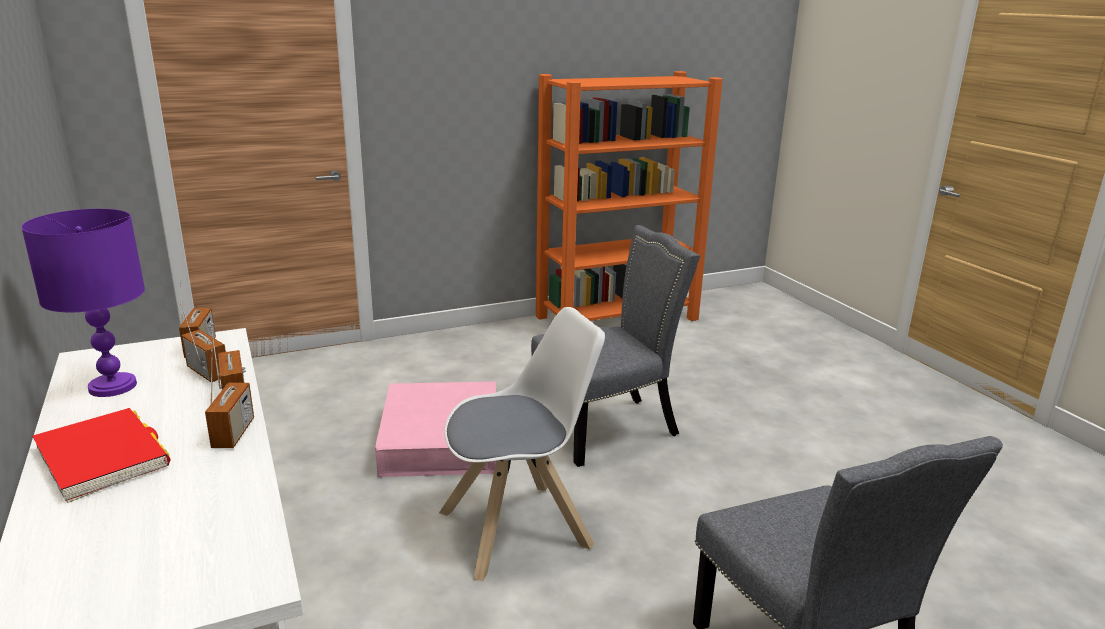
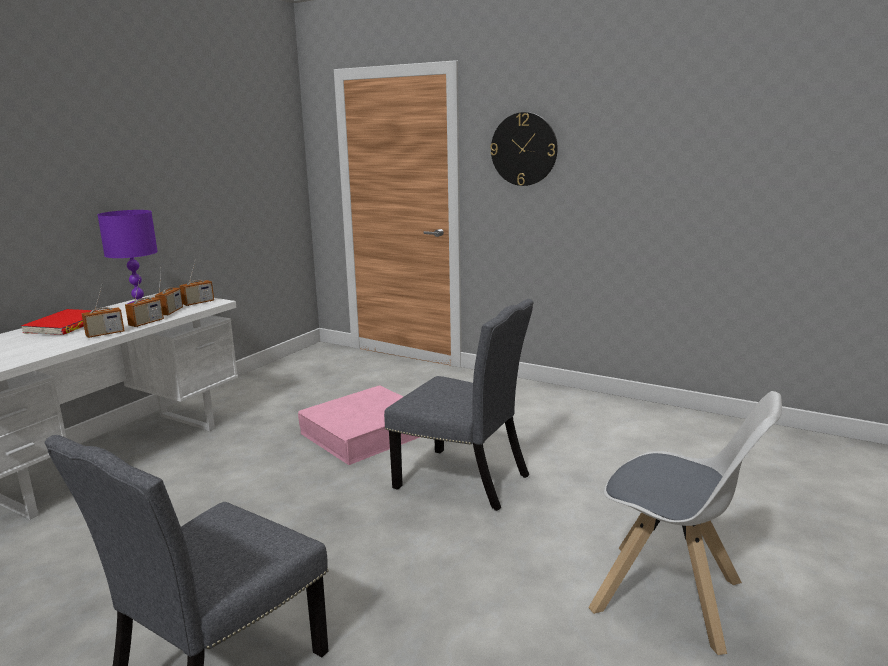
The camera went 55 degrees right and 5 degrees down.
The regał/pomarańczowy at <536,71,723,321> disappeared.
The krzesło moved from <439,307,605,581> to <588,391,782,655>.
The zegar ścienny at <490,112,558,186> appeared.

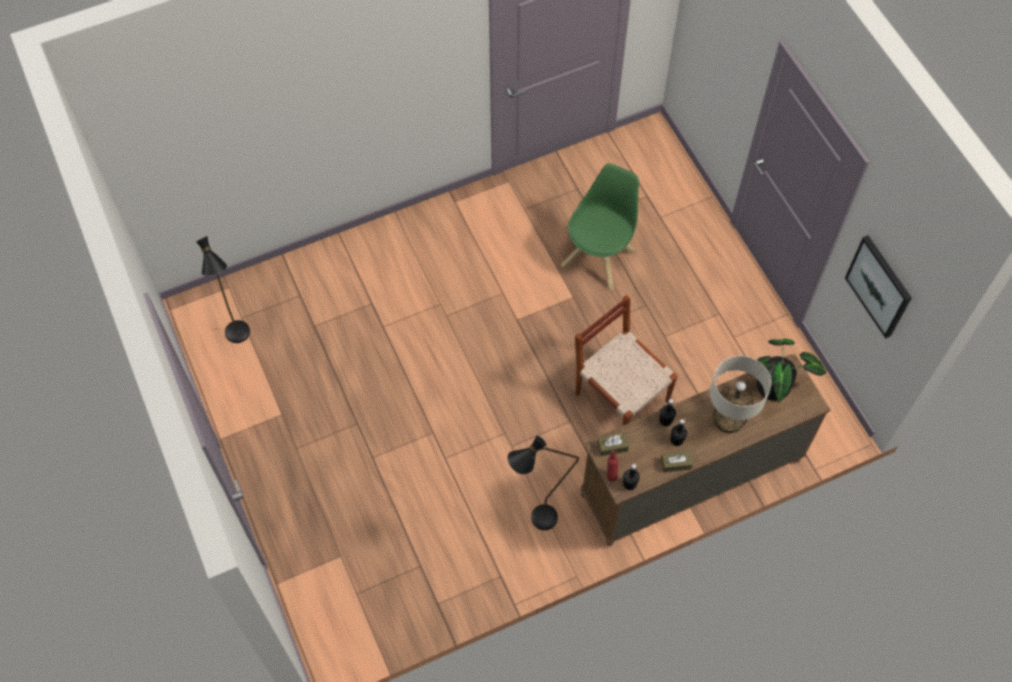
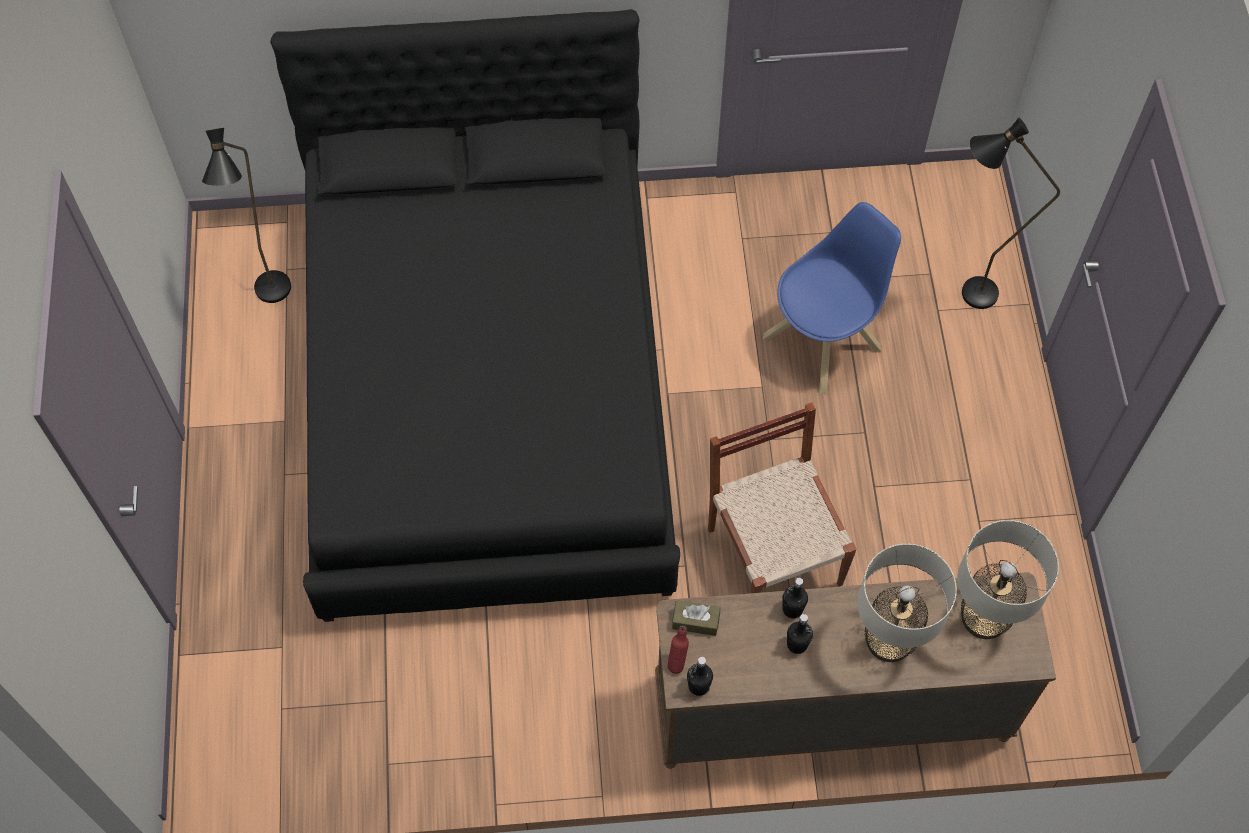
The camera went 20 degrees right and 0 degrees up.
The krzesło/zielony at <561,164,639,290> became the krzesło/niebieski at <763,202,901,394>.
The obraz at <845,235,912,339> disappeared.
The roślina doniczkowa at <757,339,826,403> was replaced by the lampa stołowa at <958,520,1059,639>.
The lampa stojąca/czarny moved from <507,436,579,530> to <962,117,1060,309>.
The pudełko chusteczek/brązowy at <661,451,693,472> disappeared.
The łóżko/czarny at <270,9,680,622> appeared.

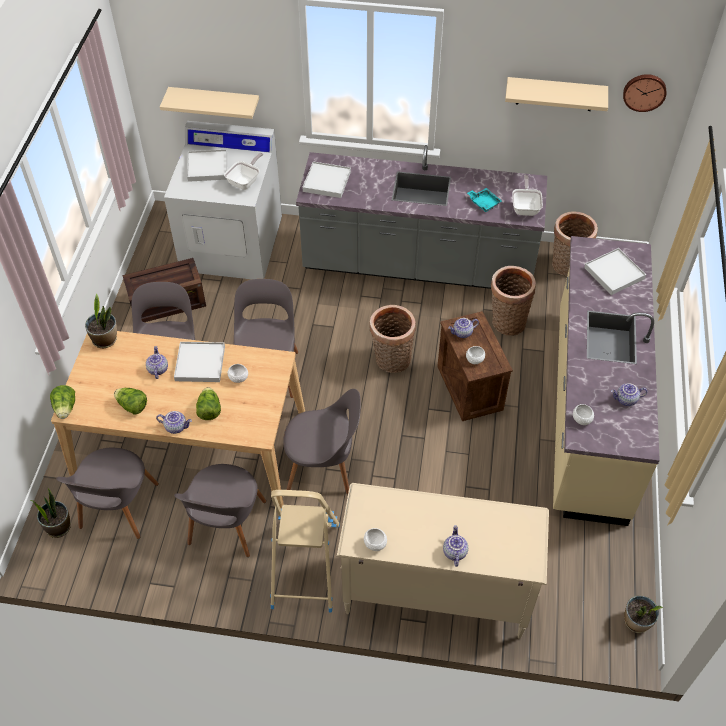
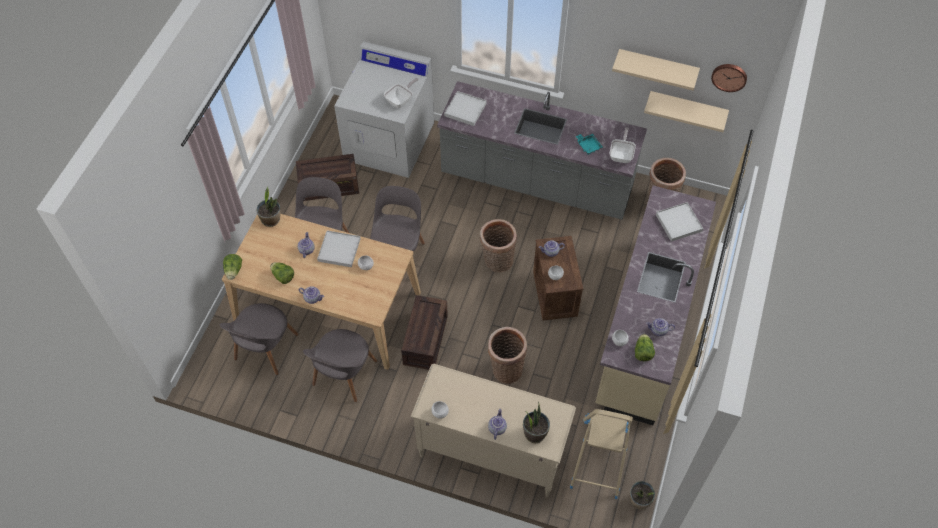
The camera went 10 degrees right and 5 degrees up.
The półka/beżowy moved from <160,87,259,119> to <644,91,729,132>.
The taca/biały at <187,149,227,182> disappeared.
The koszyk moved from <491,266,536,336> to <488,327,527,384>.
The sałata moved from <196,387,221,420> to <635,334,655,361>.
The krzesło/szary at <283,389,361,494> was replaced by the skrzynka at <401,295,448,370>.
The roślina doniczkowa moved from <31,488,71,538> to <523,401,550,443>.
The drabinka/beżowy moved from <270,490,340,613> to <570,409,633,499>.

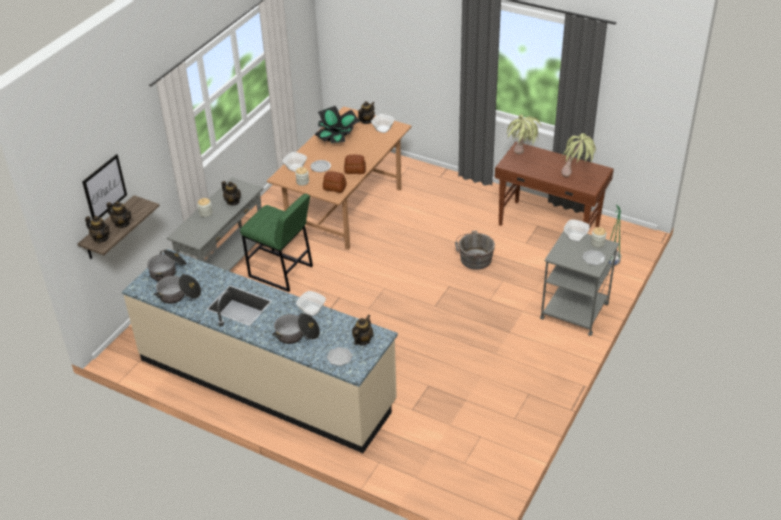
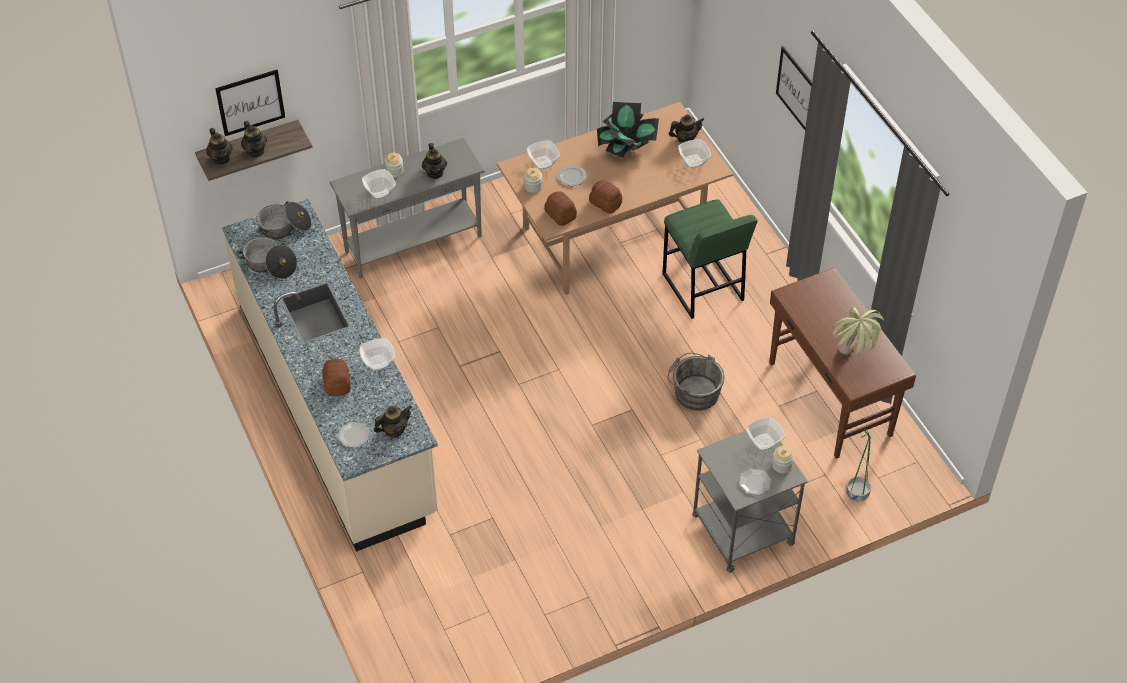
The camera went 35 degrees right and 10 degrees up.
The roślina doniczkowa at <506,114,541,154> disappeared.
The krzesło/zielony moved from <240,194,313,292> to <662,200,757,319>.
The garnek at <272,313,320,344> was replaced by the chleb at <322,359,351,396>.
The obraz at <776,46,812,130> appeared.
The miska at <362,169,396,199> appeared.

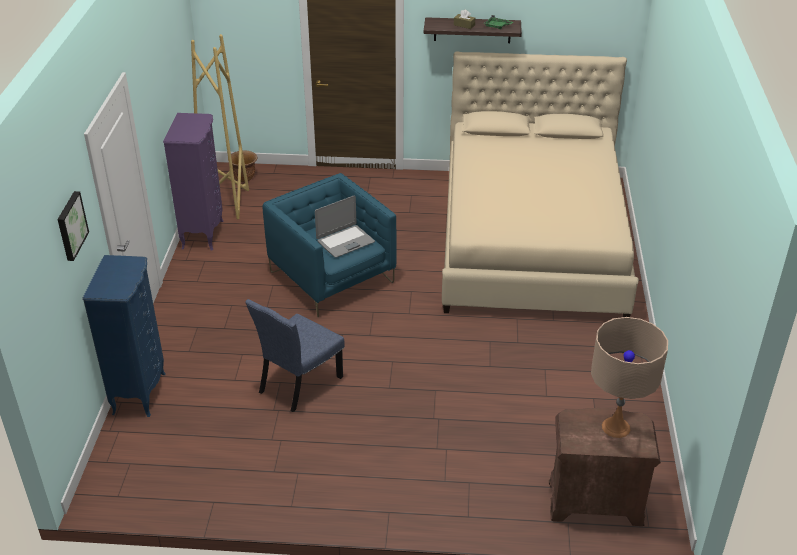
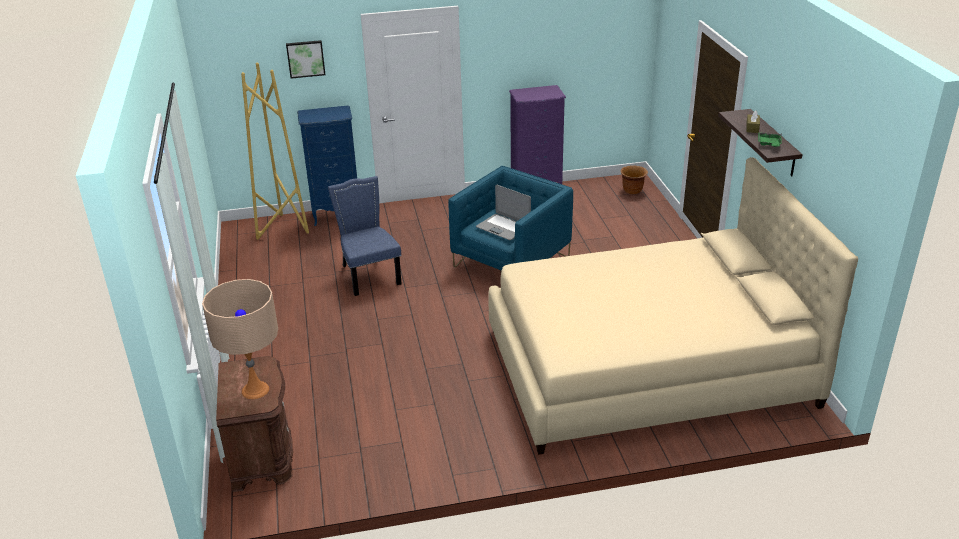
The camera went 75 degrees right and 5 degrees down.
The wieszak/żółty moved from <191,34,249,220> to <241,62,309,240>.
The krzesło/niebieski at <245,299,345,412> turned 45 degrees clockwise.

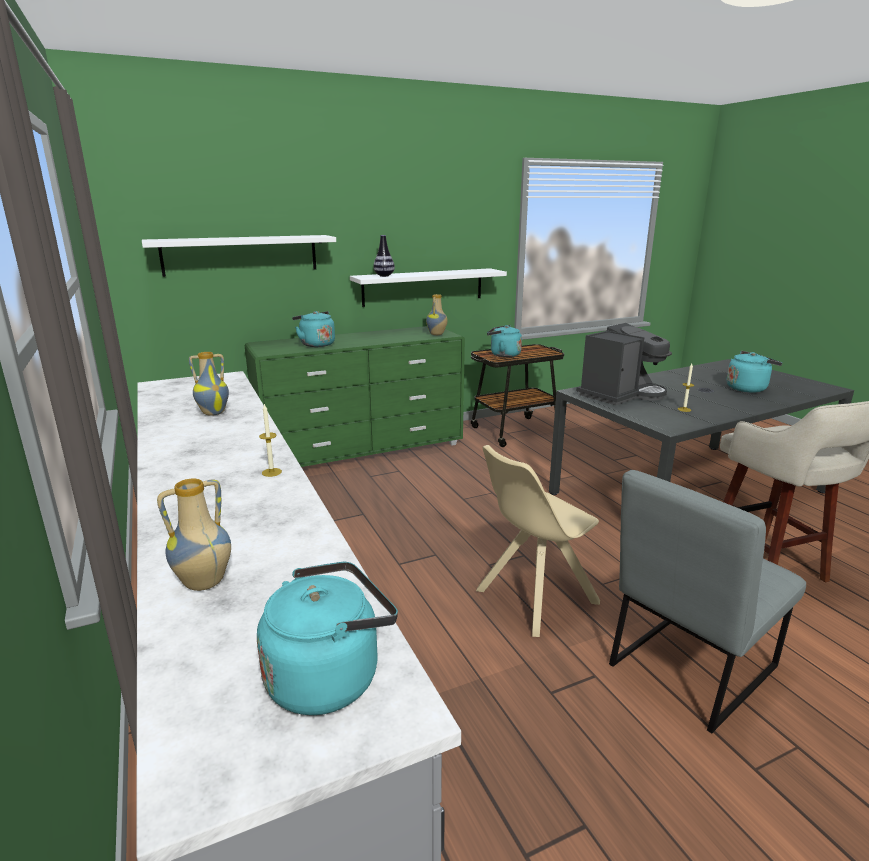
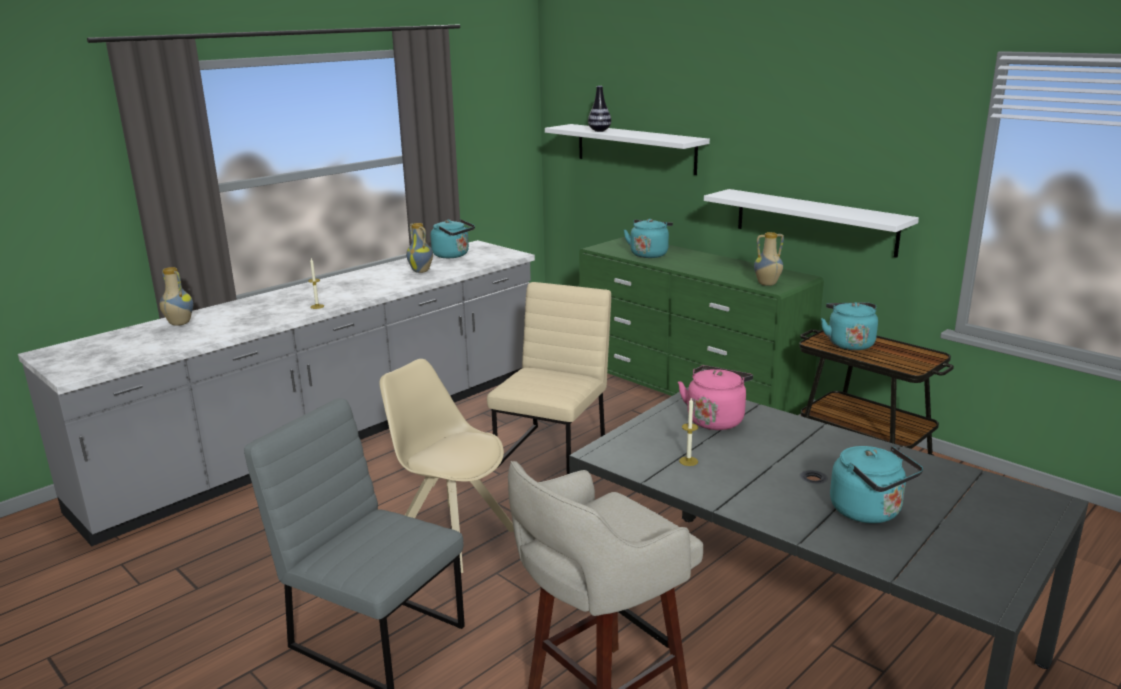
The camera went 70 degrees right and 0 degrees up.
The wazon moved from <373,235,395,277> to <588,86,611,132>.
The ekspres do kawy at <576,323,672,405> was replaced by the czajnik/różowy at <678,365,753,430>.
The czajnik/turkusowy moved from <257,561,398,715> to <431,219,475,258>.
The krzesło/beżowy at <487,282,611,474> appeared.

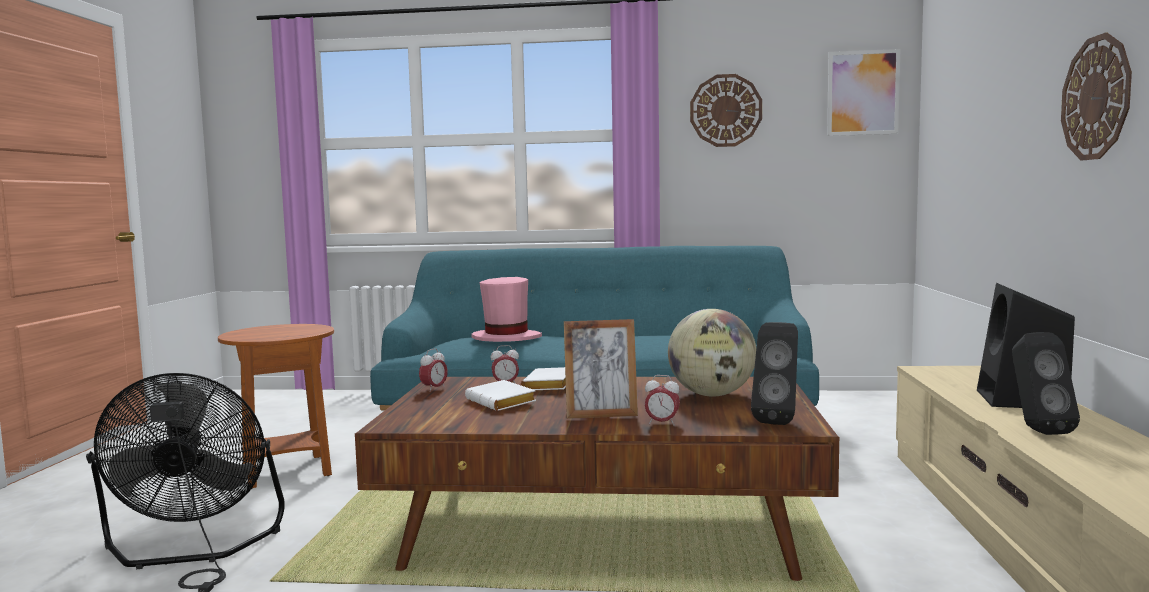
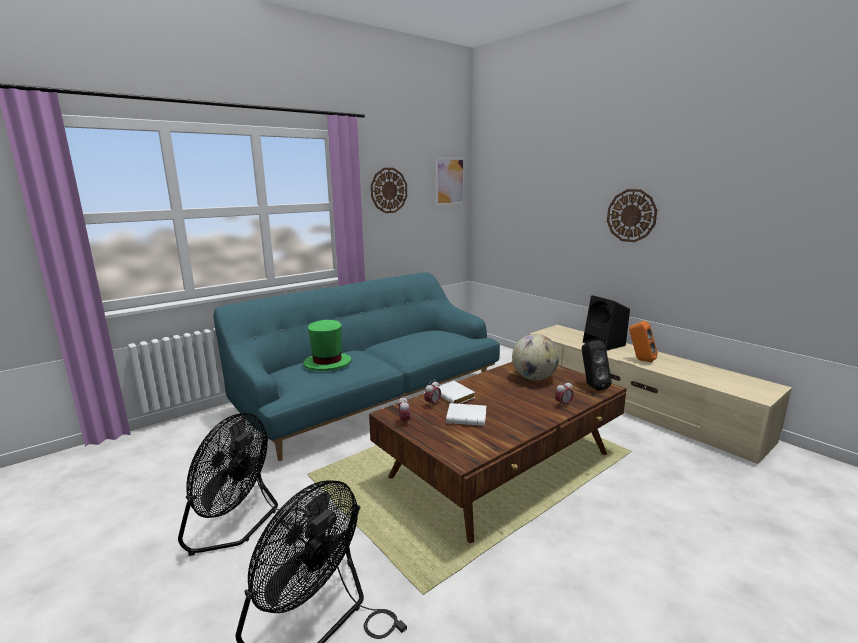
The camera went 45 degrees left and 10 degrees up.
The kapelusz/różowy at <472,277,542,342> became the kapelusz/zielony at <303,320,351,371>.
The ramka na zdjęcie at <564,319,638,419> disappeared.
The stolik/brązowy at <218,324,334,489> was replaced by the wentylator/czarny at <178,413,309,556>.
The głośnik/czarny at <1012,332,1080,435> became the głośnik/pomarańczowy at <629,321,658,362>.

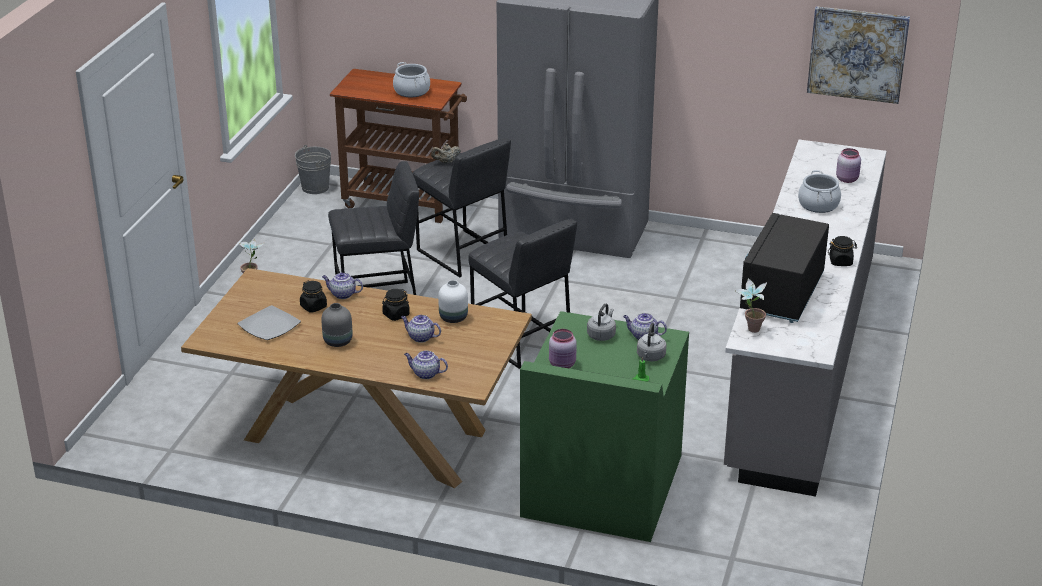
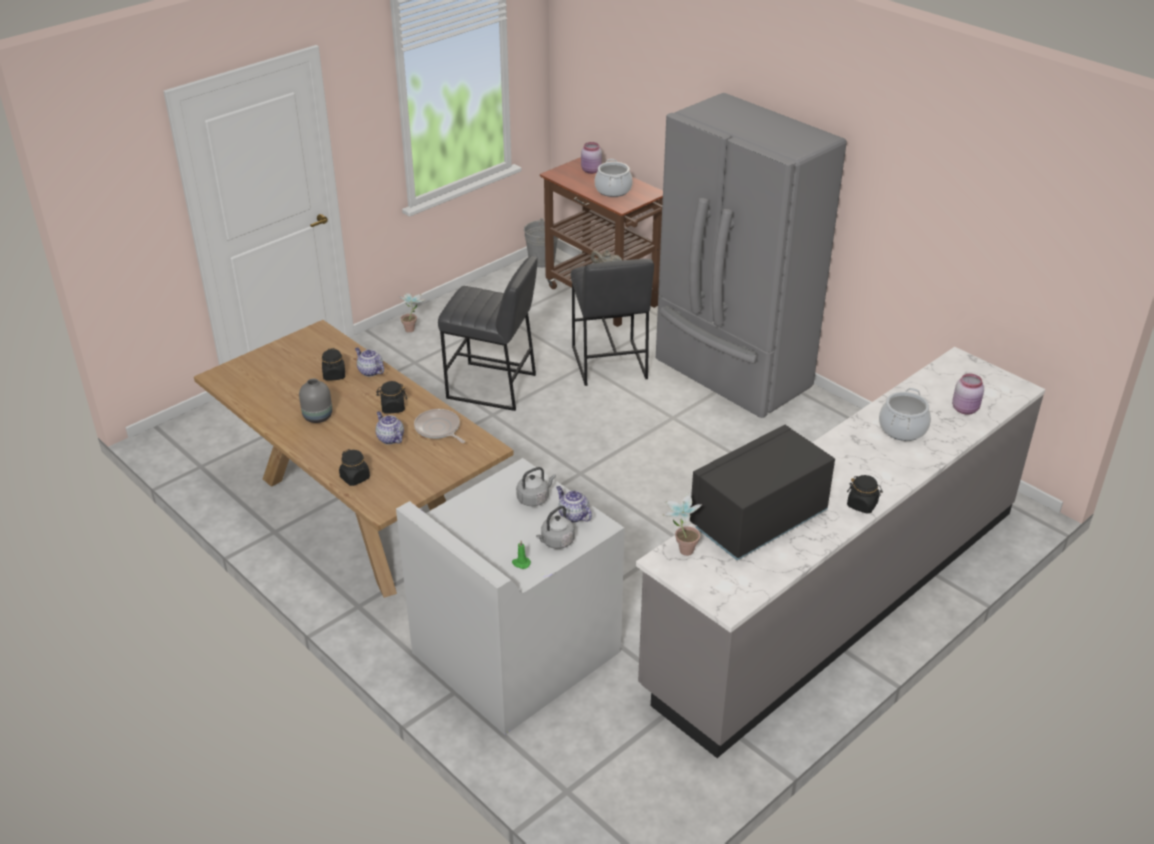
The camera went 30 degrees right and 5 degrees up.
The obraz at <807,6,910,104> disappeared.
The stołek/szary at <468,219,577,369> disappeared.
The wazon/biały at <438,280,468,323> was replaced by the patelnia at <414,409,465,443>.
The talerz at <238,305,301,340> disappeared.
The pralka/zielony at <520,311,689,542> became the pralka/biały at <396,458,625,735>.
The słoik/różowy moved from <549,329,577,368> to <581,142,602,174>.
The imbryk at <404,351,448,379> was replaced by the słoik/czarny at <339,449,370,486>.

